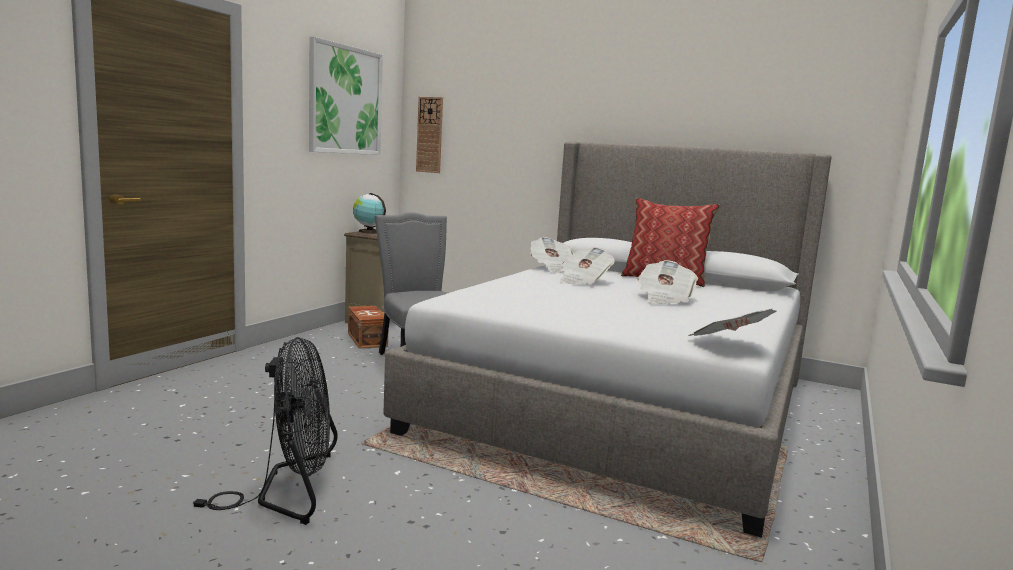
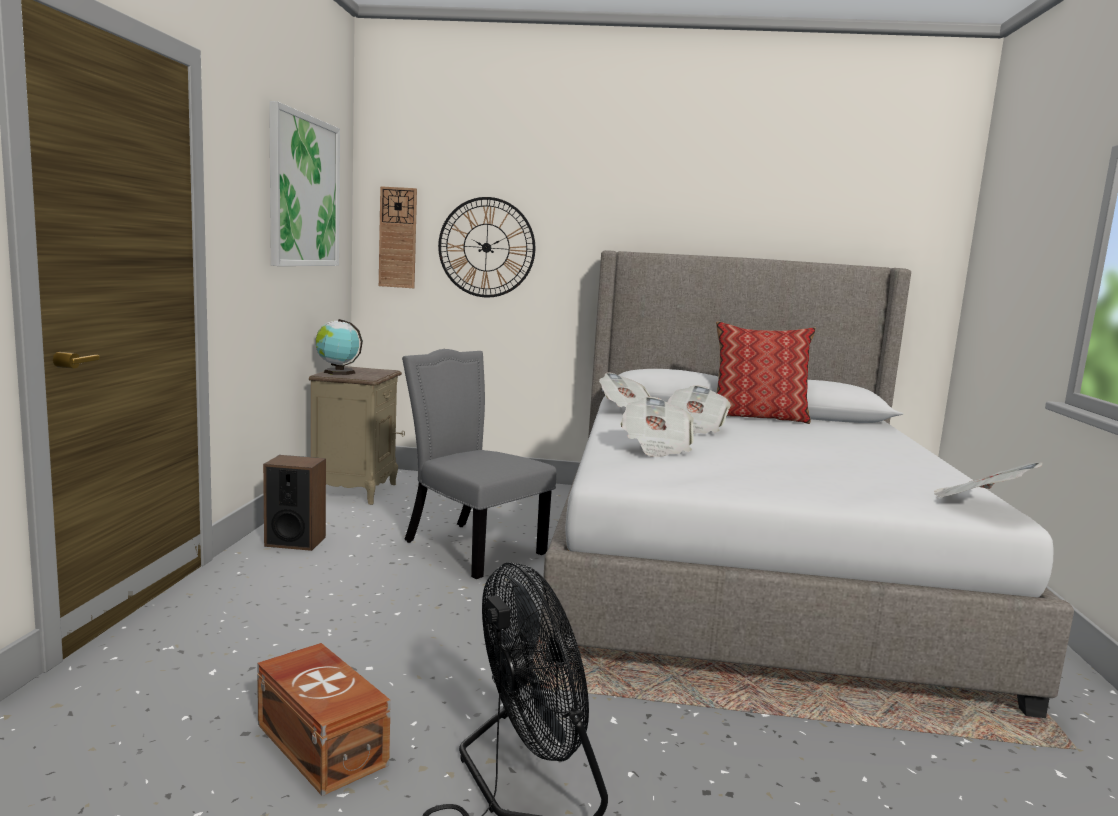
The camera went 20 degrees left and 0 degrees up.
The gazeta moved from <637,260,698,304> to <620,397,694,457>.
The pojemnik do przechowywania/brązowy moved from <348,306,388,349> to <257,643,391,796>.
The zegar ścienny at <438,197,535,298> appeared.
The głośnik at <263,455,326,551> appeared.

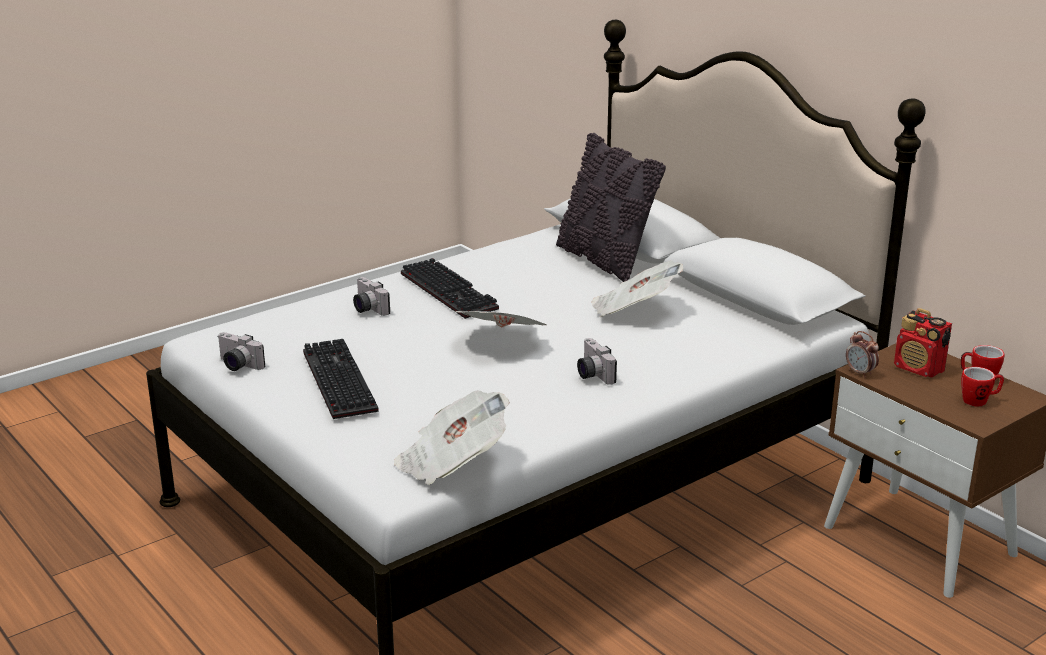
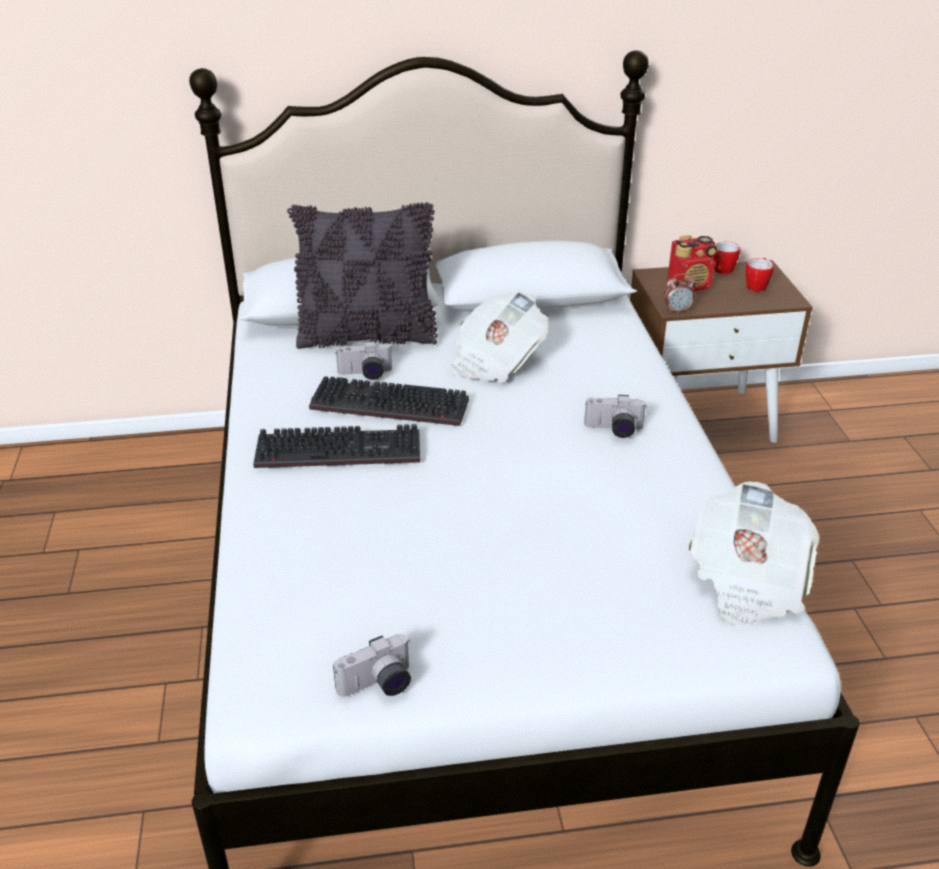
The camera went 60 degrees left and 10 degrees up.
The aparat fotograficzny moved from <353,277,390,316> to <335,341,392,380>.
The gazeta at <455,311,547,327> disappeared.
The klawiatura moved from <303,339,379,419> to <309,376,469,426>.

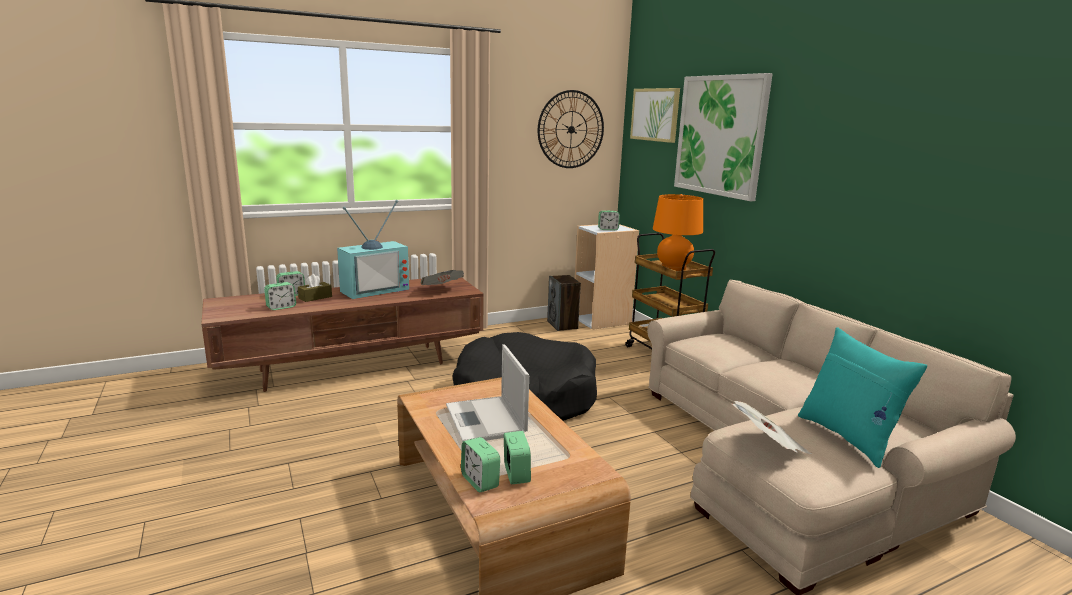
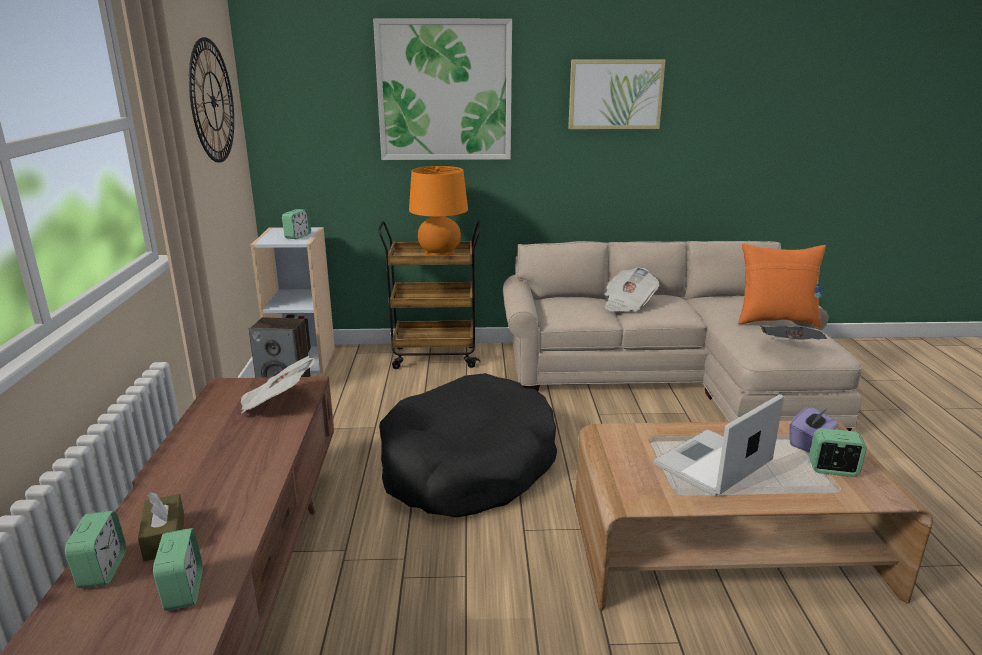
The camera went 65 degrees left and 5 degrees up.
The obraz moved from <630,88,680,143> to <568,59,666,129>.
The telewizor at <337,200,409,299> disappeared.
The poduszka/turkusowy at <798,327,927,468> became the poduszka/pomarańczowy at <738,243,826,327>.
The laptop at <446,344,529,442> turned 135 degrees clockwise.
The budzik at <461,437,500,493> disappeared.
The gazeta at <604,267,659,311> appeared.
The pudełko chusteczek/fioletowy at <789,407,839,453> appeared.

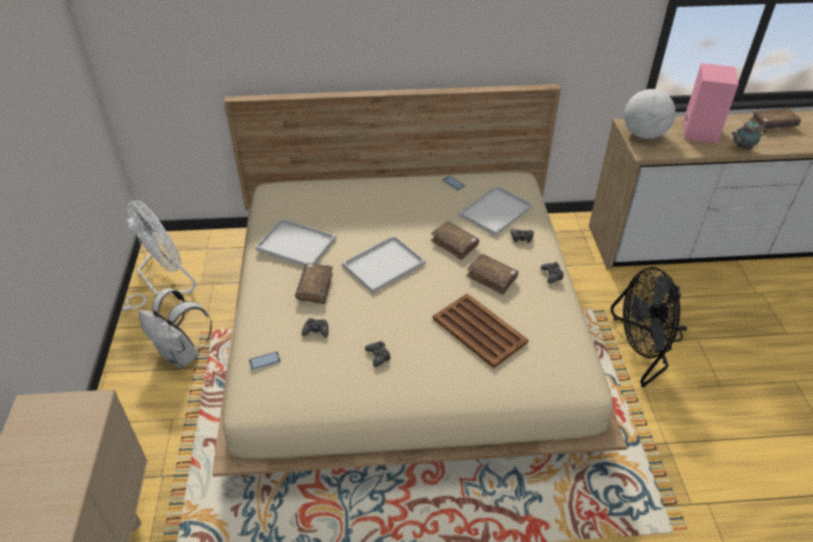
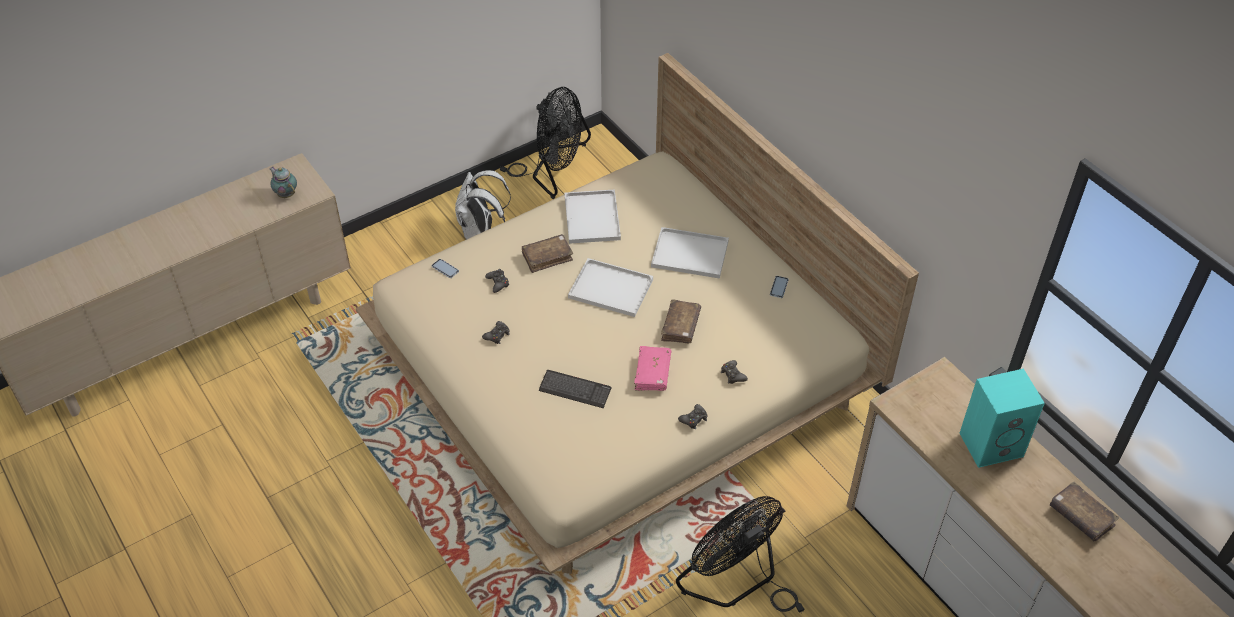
The camera went 60 degrees right and 5 degrees up.
The głośnik/różowy at <683,63,738,143> became the głośnik/turkusowy at <959,369,1045,468>.
The globus at <624,89,676,139> disappeared.
The imbryk moved from <731,120,767,150> to <269,167,297,198>.
The taca/biały moved from <459,185,533,236> to <651,227,729,279>.
The wentylator/biały at <121,201,196,312> became the wentylator/czarny at <500,87,591,199>.
The książka/brązowy at <466,254,518,294> became the książka/różowy at <634,346,672,391>.
The taca/brązowy at <433,294,528,368> was replaced by the klawiatura at <539,370,611,408>.

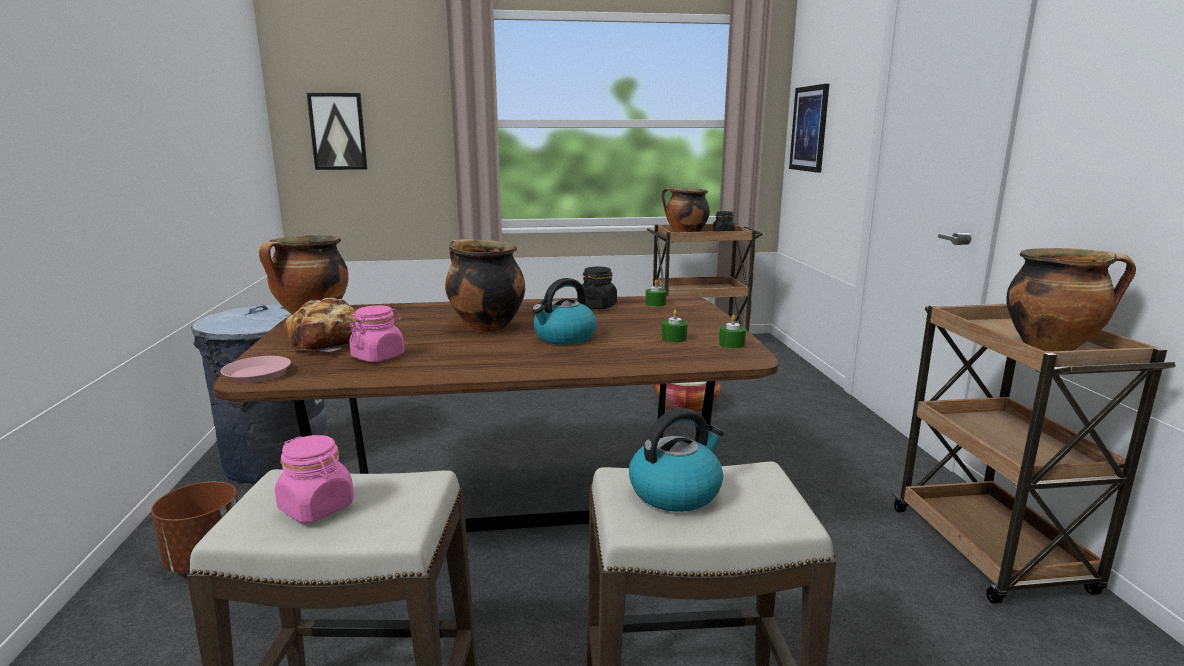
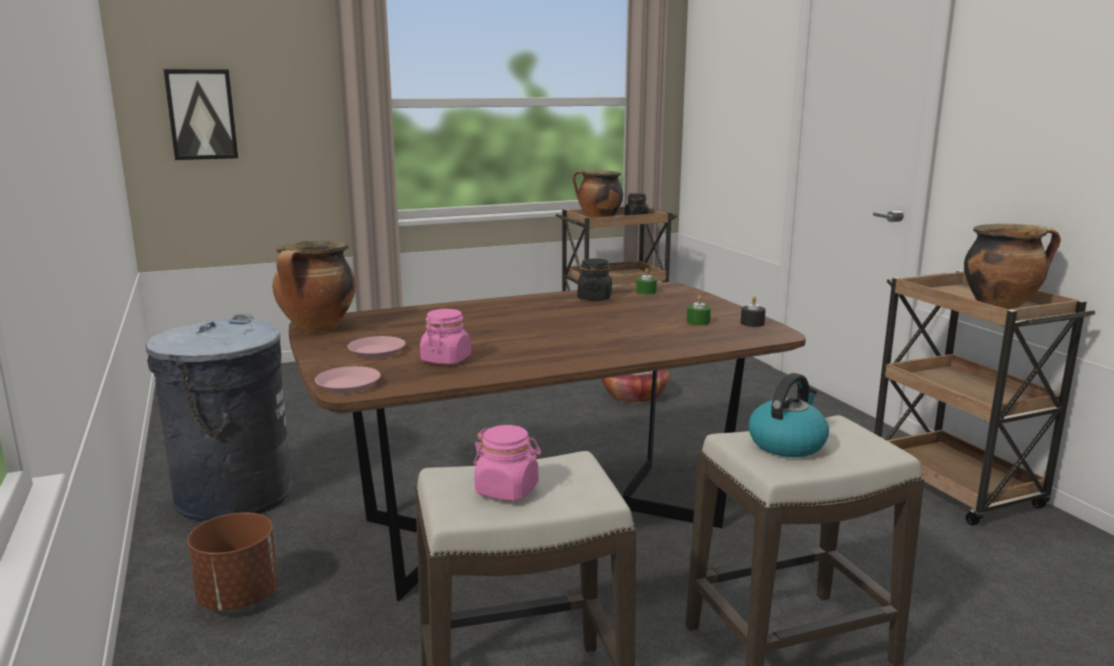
The camera went 15 degrees left and 0 degrees up.
The obraz at <789,84,829,173> disappeared.
The garnek at <445,239,525,332> disappeared.
The czajnik at <532,278,597,345> disappeared.
The chleb at <285,297,356,352> was replaced by the talerz/różowy at <347,336,406,358>.
The świeca/zielony at <719,315,746,349> became the świeca/czarny at <741,296,766,327>.

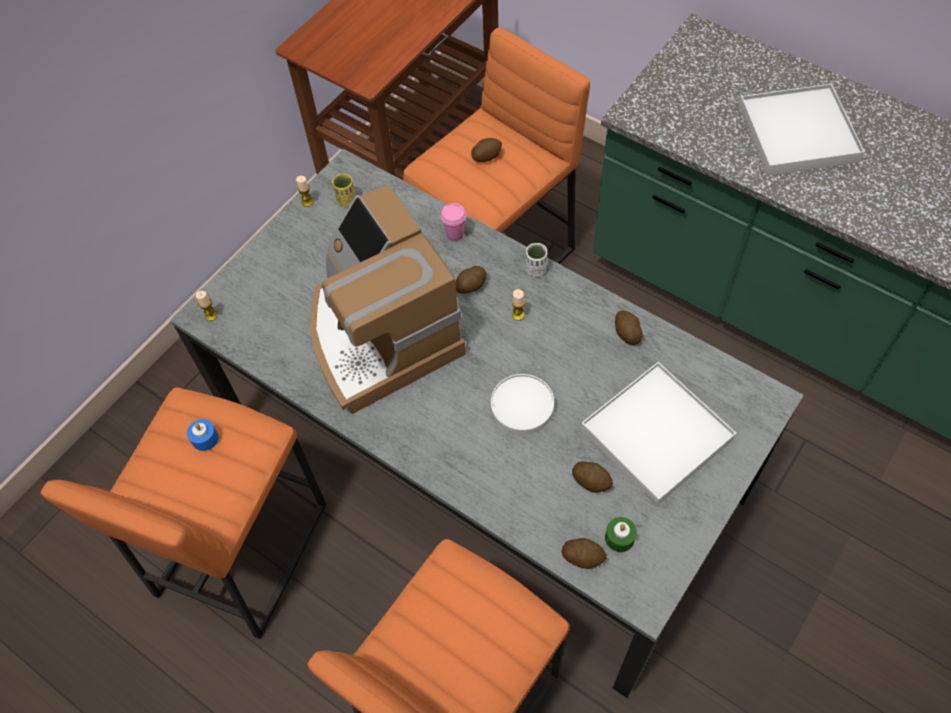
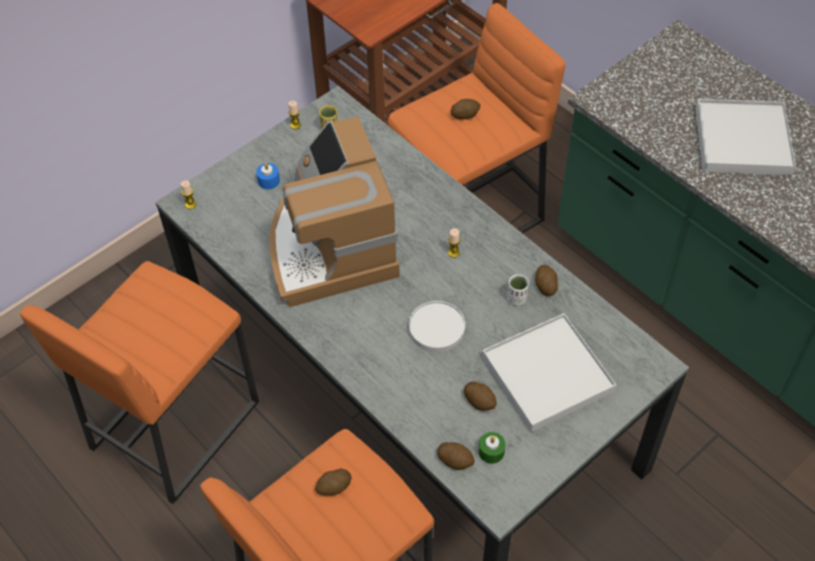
The camera went 10 degrees right and 5 degrees down.
The filiżanka/różowy at <441,203,466,241> disappeared.
The filiżanka/biały moved from <526,243,547,276> to <507,274,529,306>.
The ziemniak moved from <455,266,487,294> to <315,468,351,495>.
The świeca/niebieski moved from <187,419,219,451> to <256,163,280,189>.

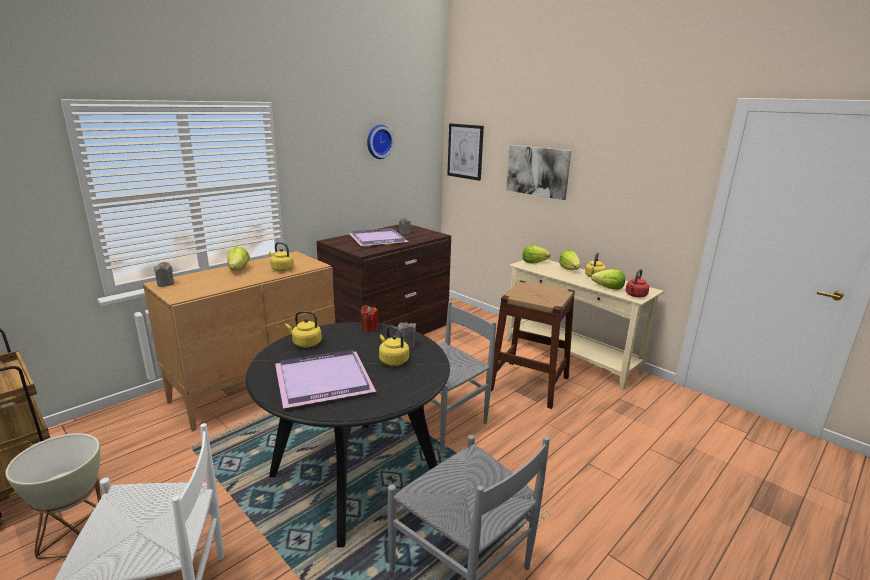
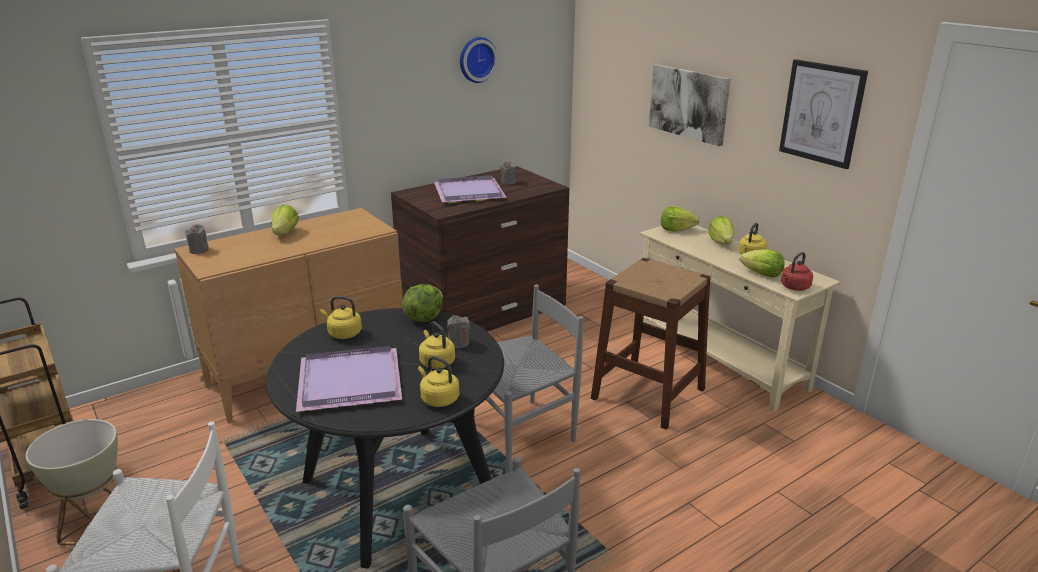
The camera went 10 degrees right and 5 degrees up.
The obraz moved from <447,123,484,181> to <779,59,868,169>.
The czajnik/żółty moved from <269,242,294,271> to <418,356,459,407>.
The świeca/czerwony at <361,305,379,332> was replaced by the sałata at <402,284,443,322>.

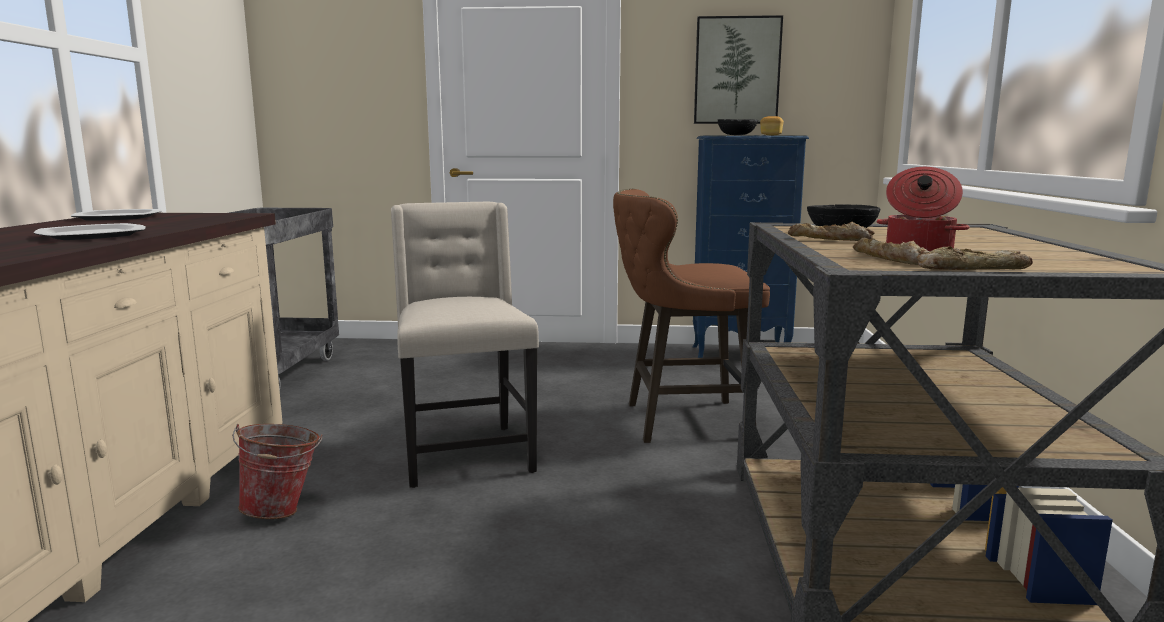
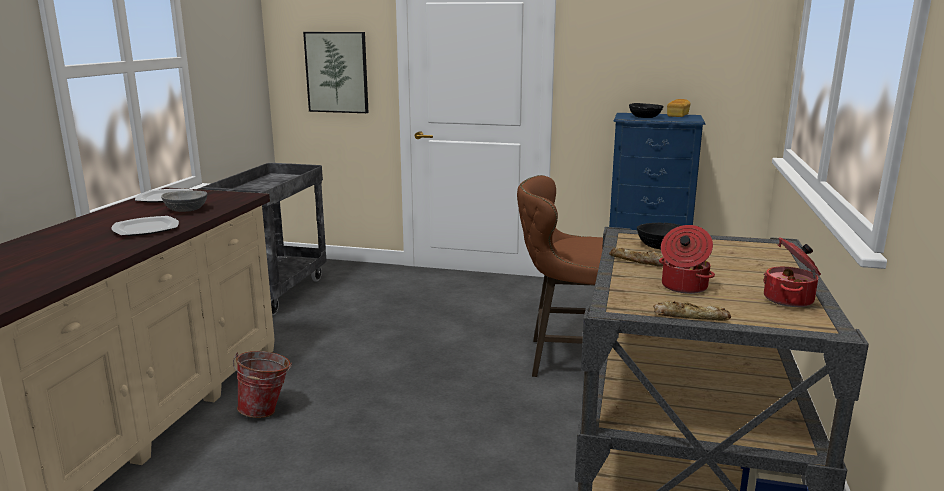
The camera went 10 degrees right and 5 degrees up.
The obraz moved from <694,15,783,124> to <303,32,369,113>.
The krzesło/beżowy at <391,202,539,488> disappeared.
The chleb at <853,238,929,265> disappeared.
The miska/szary at <161,191,207,212> appeared.
The garnek at <763,237,821,307> appeared.

